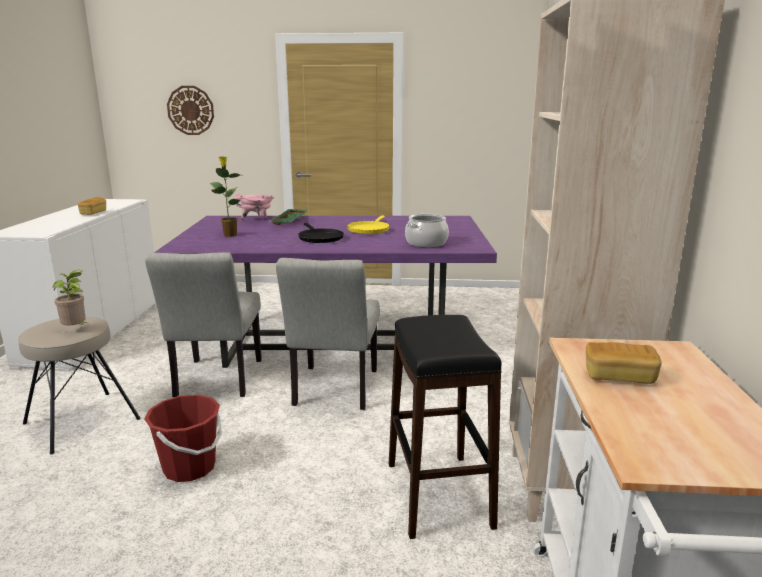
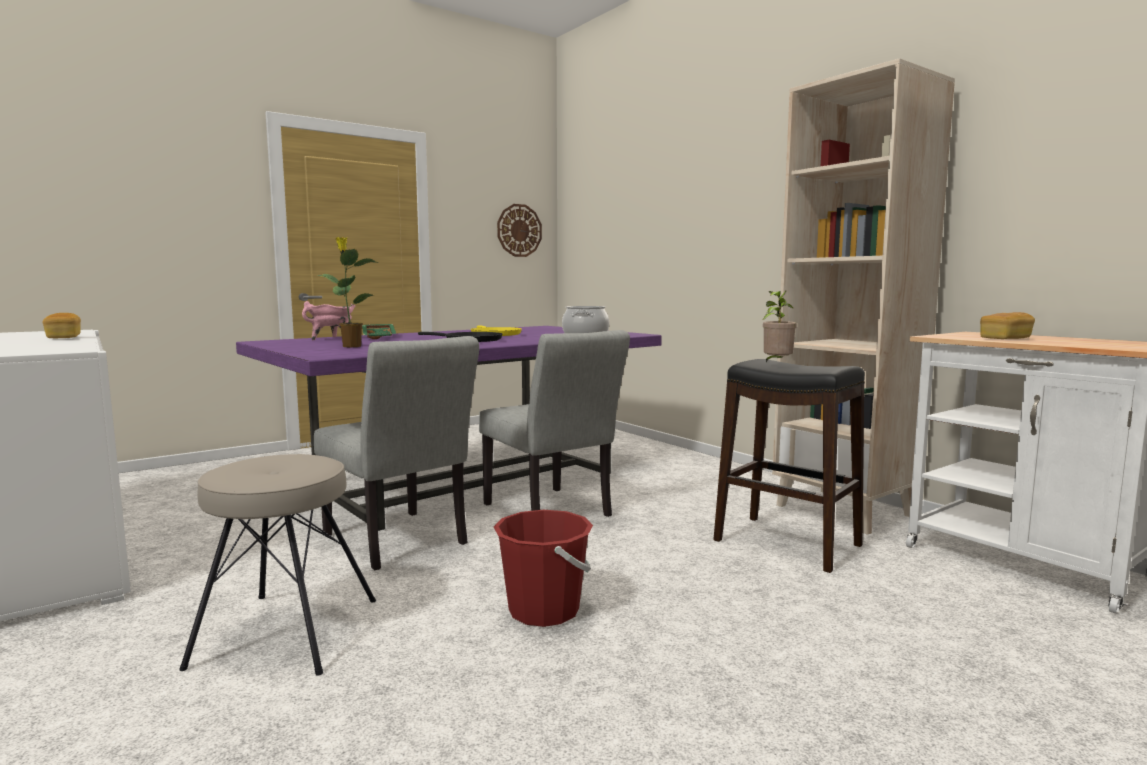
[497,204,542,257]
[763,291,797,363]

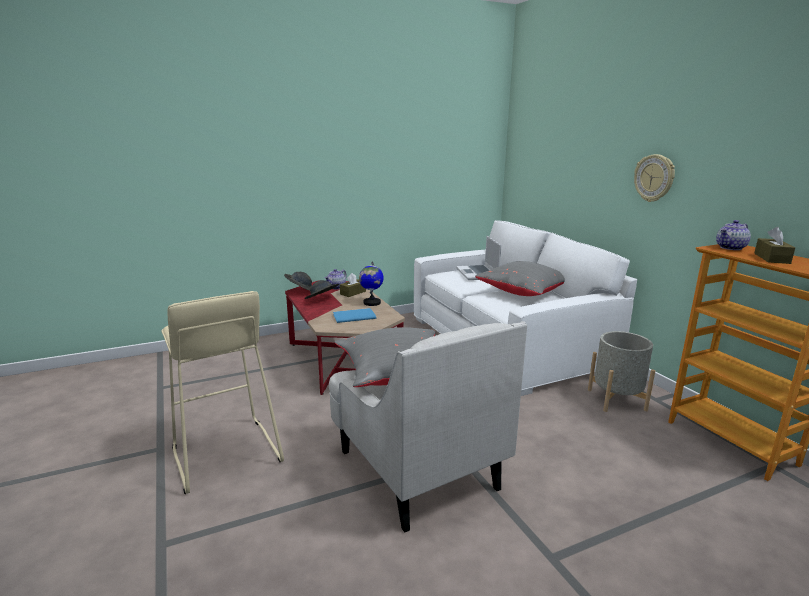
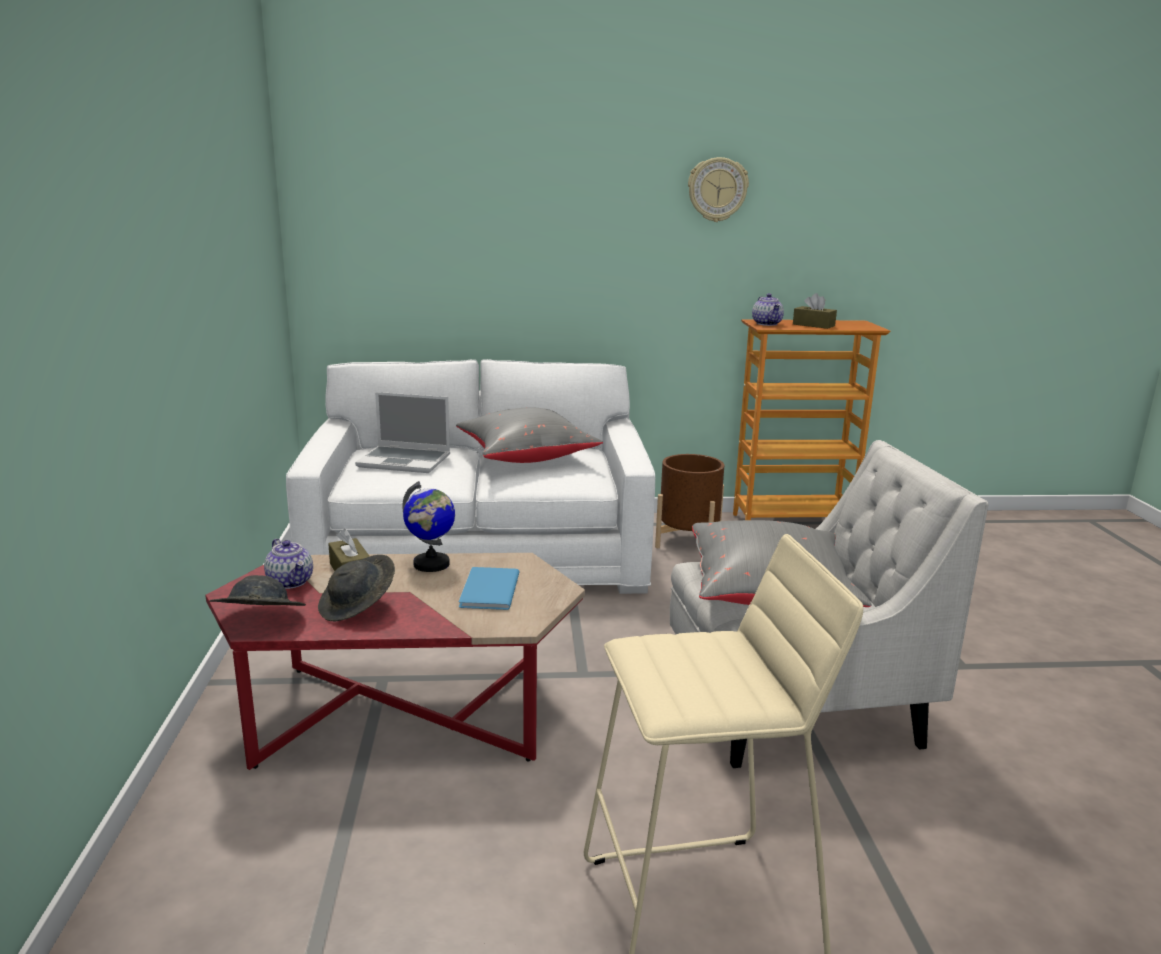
[655,454,724,548]
[688,157,749,222]

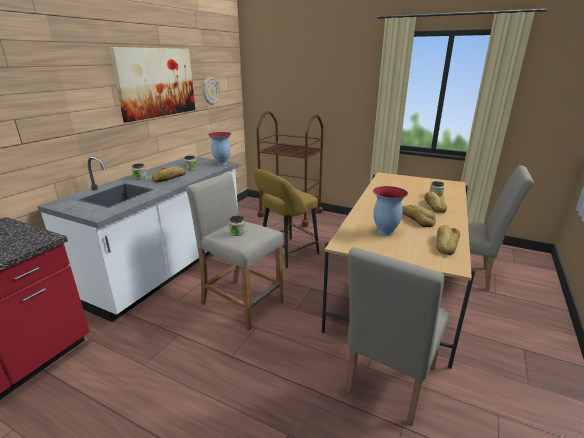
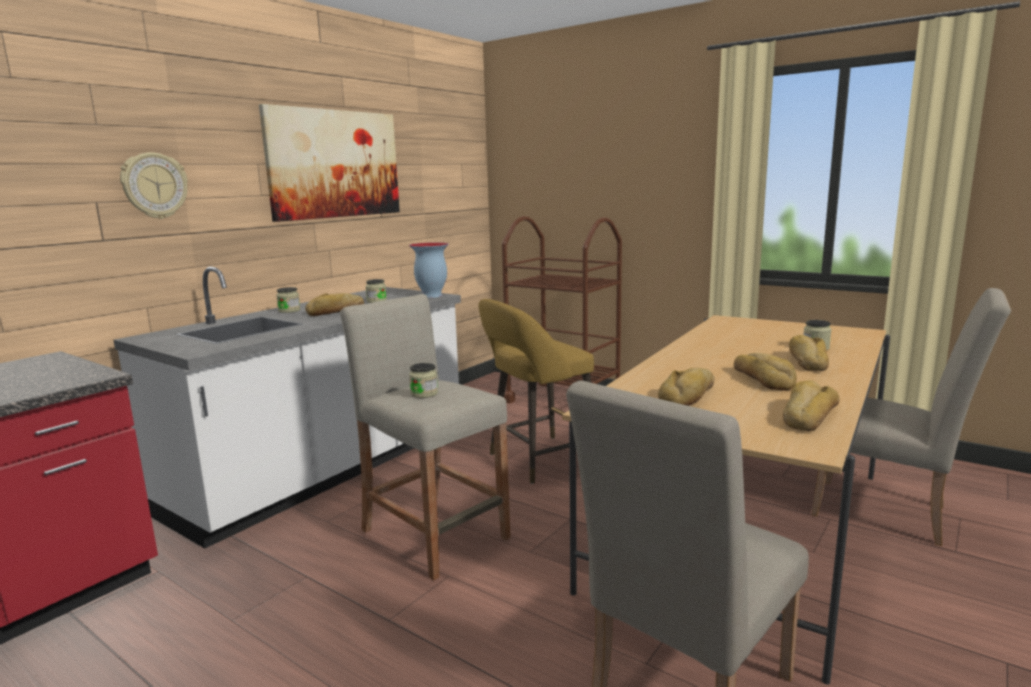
[120,152,188,219]
[658,368,715,406]

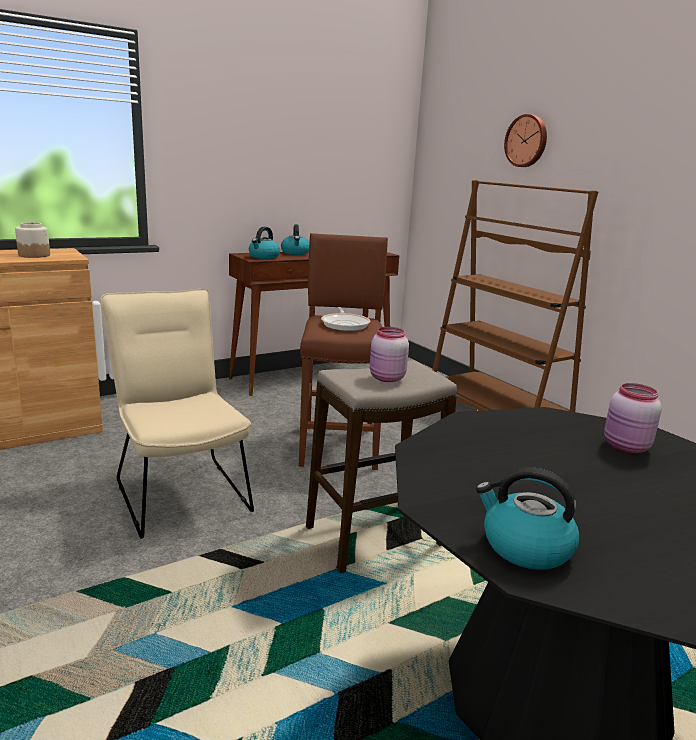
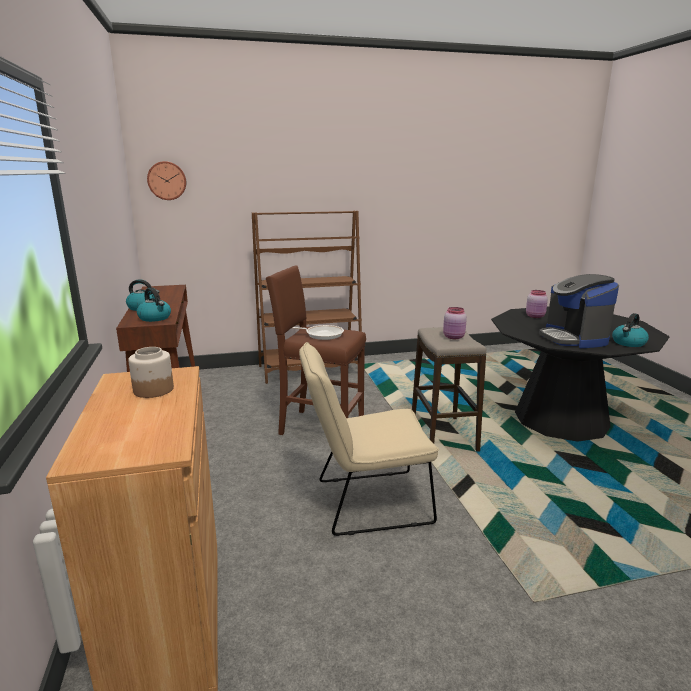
[147,161,186,200]
[539,274,619,348]

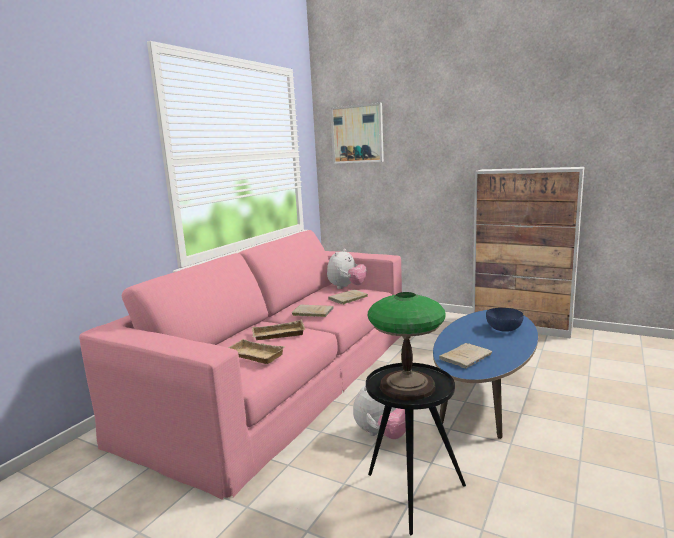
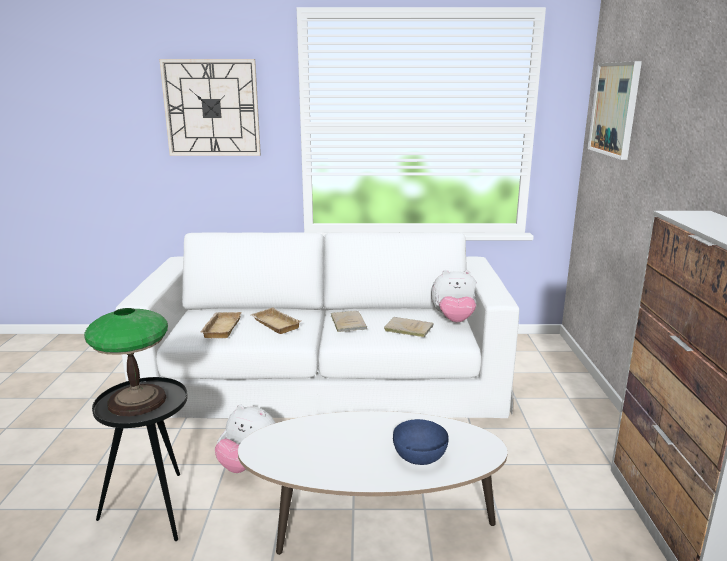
[116,232,519,418]
[159,59,261,156]
[238,411,507,555]
[439,343,492,369] (first image)

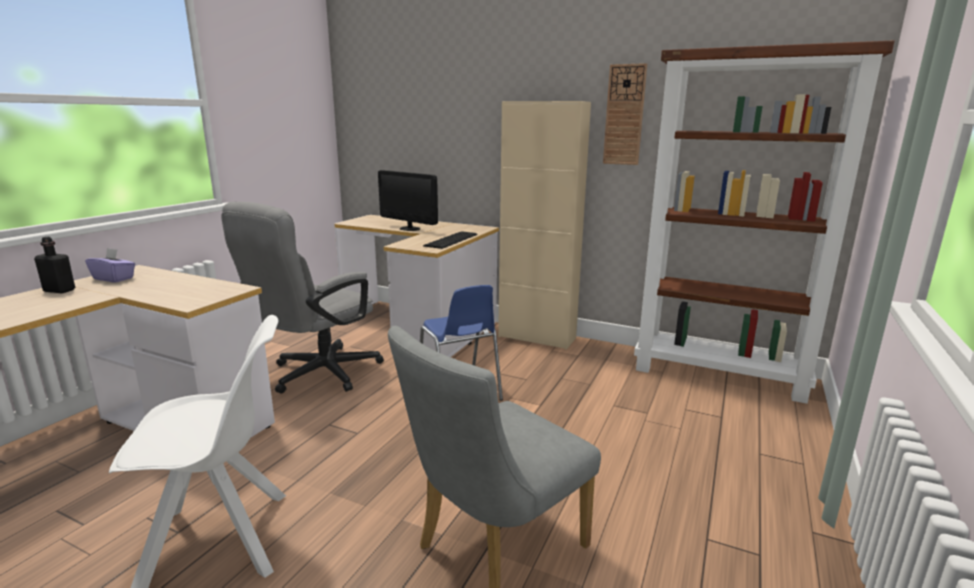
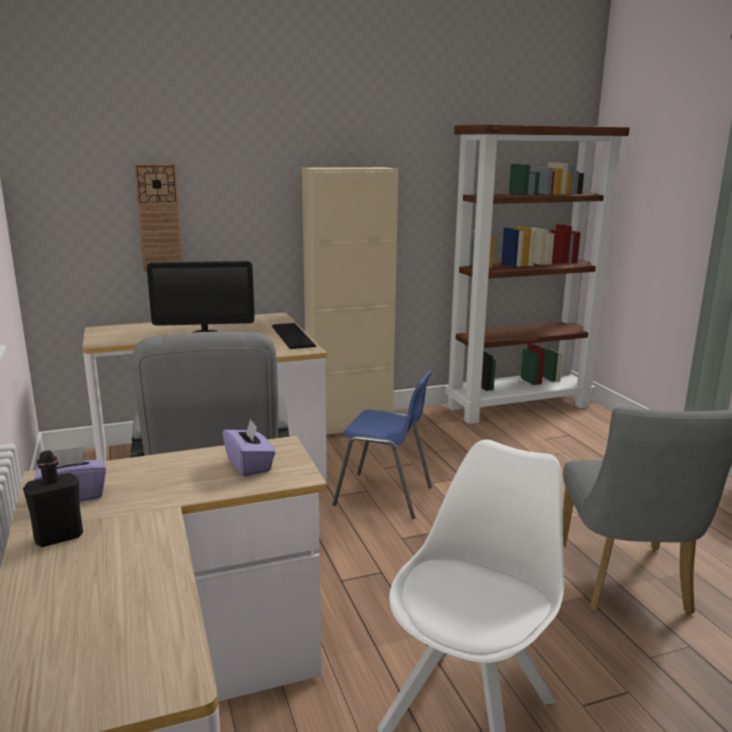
[134,163,183,272]
[222,418,276,477]

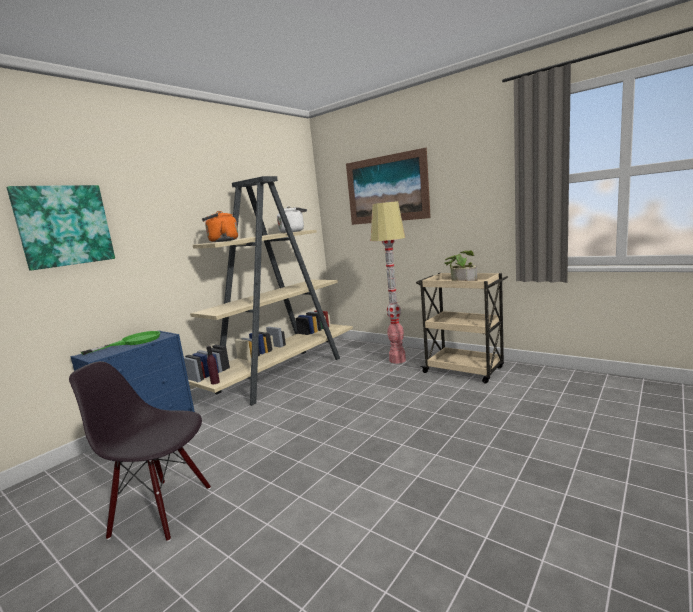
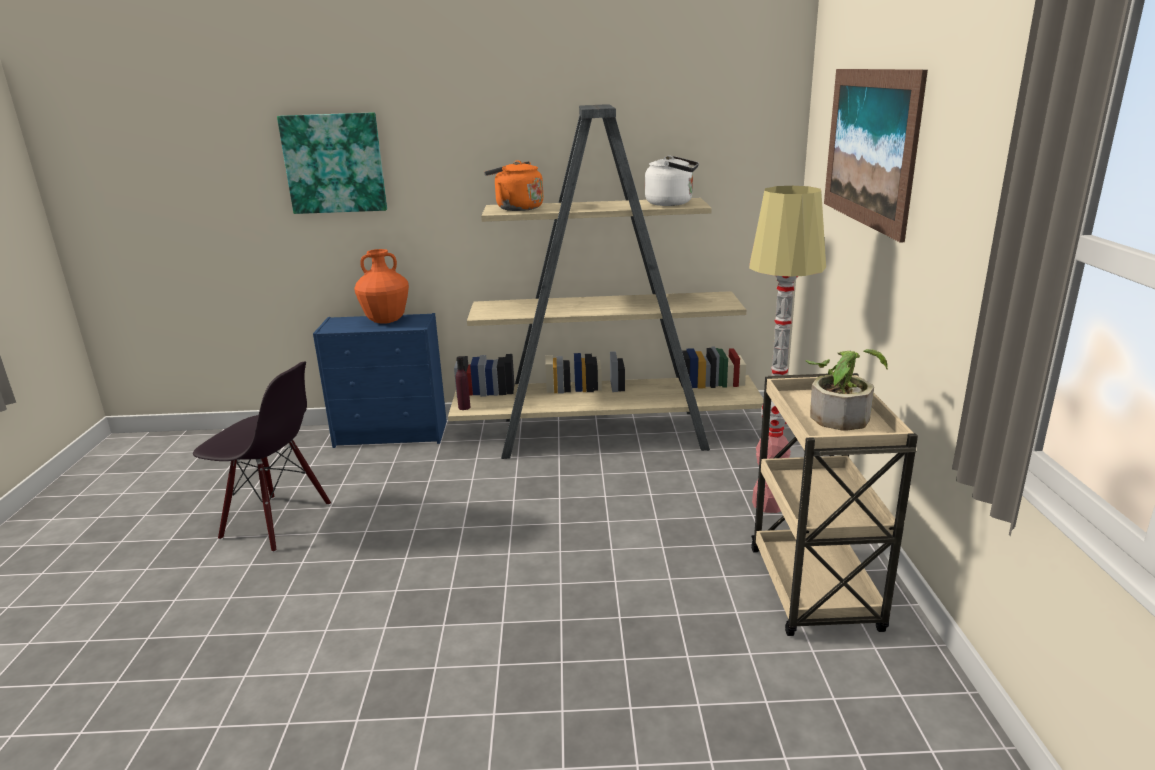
[193,361,331,552]
[354,249,409,324]

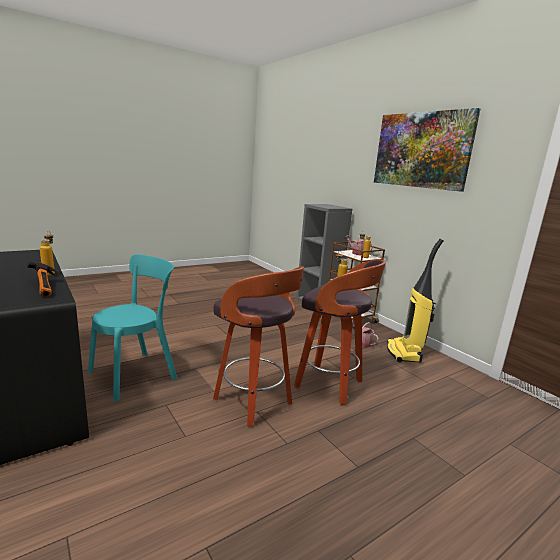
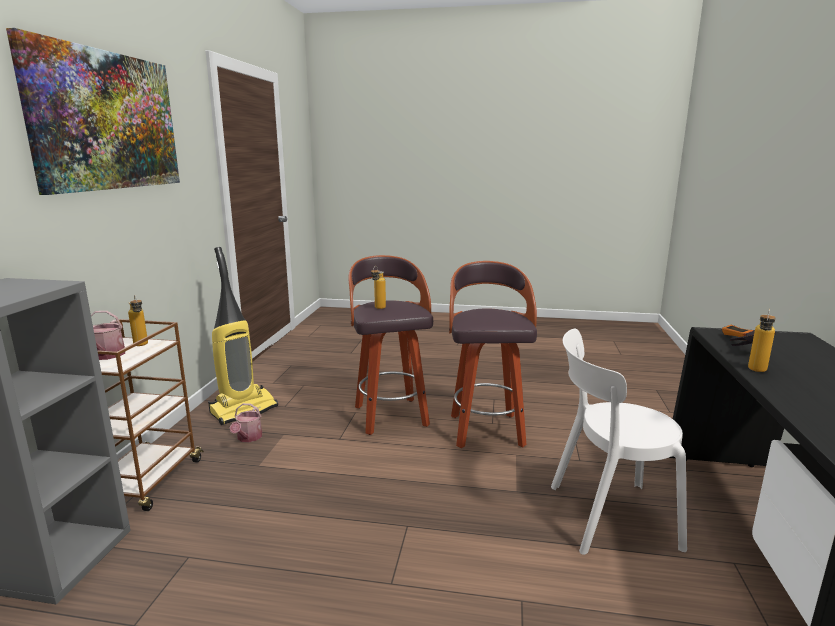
[551,329,687,555]

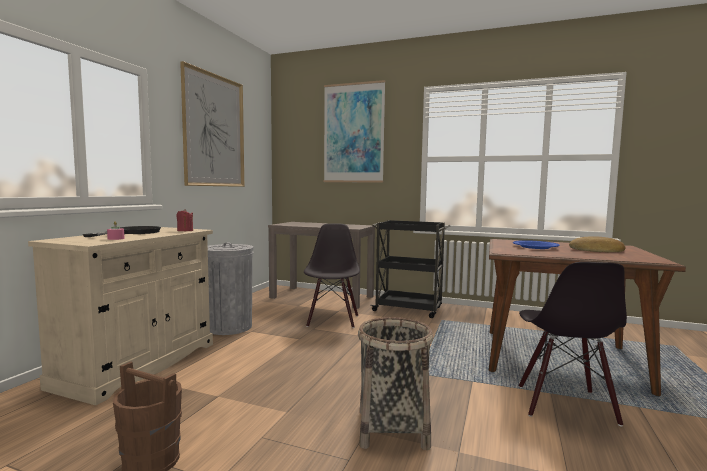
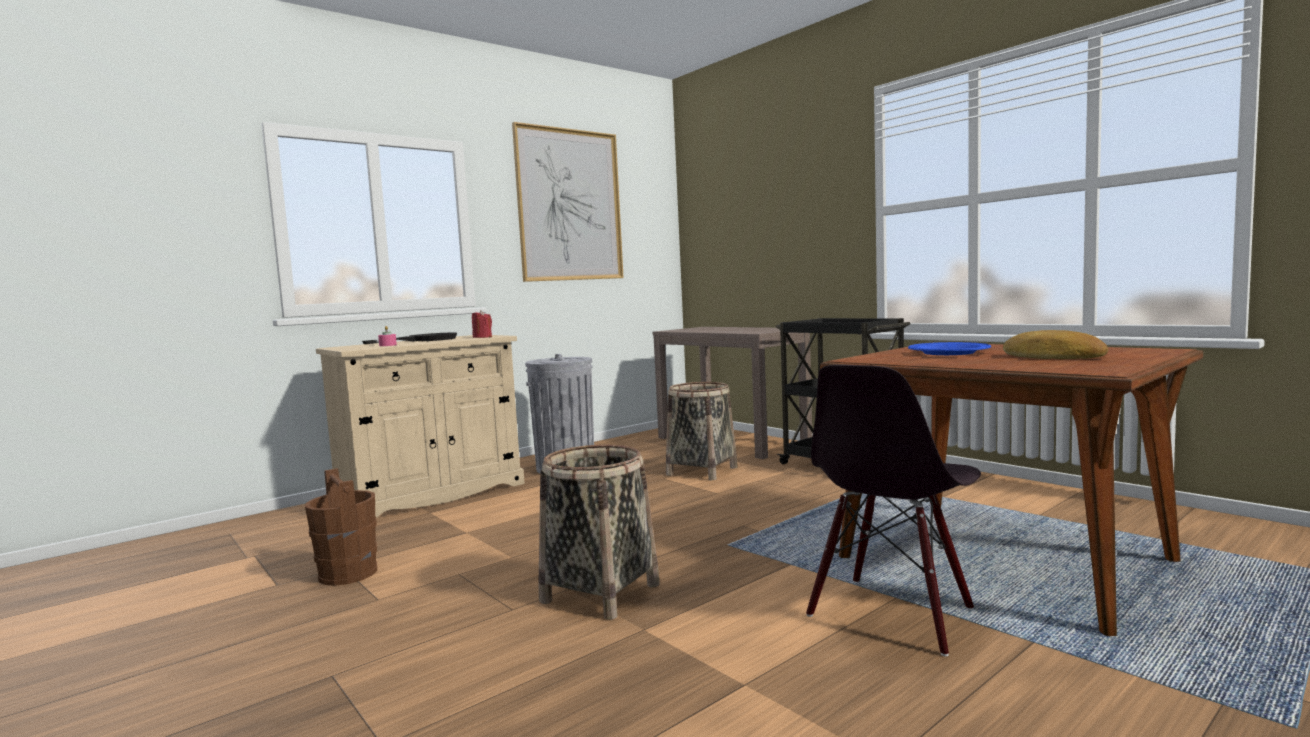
[666,382,738,480]
[324,80,386,183] (first image)

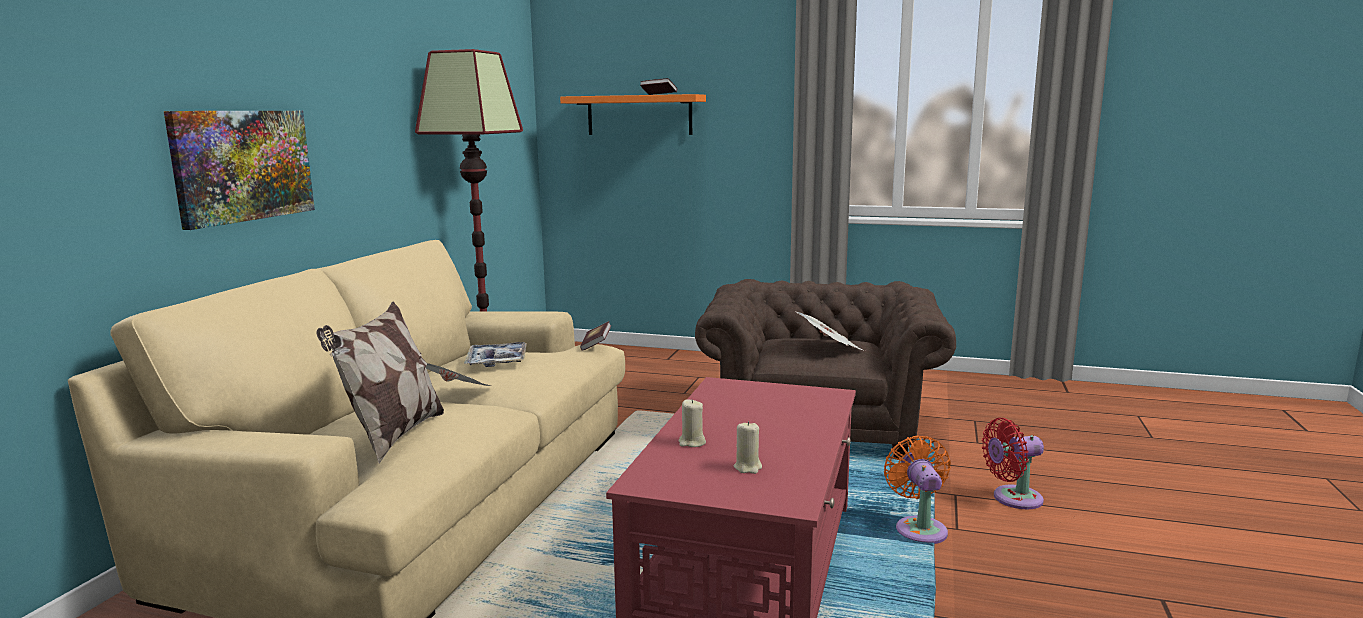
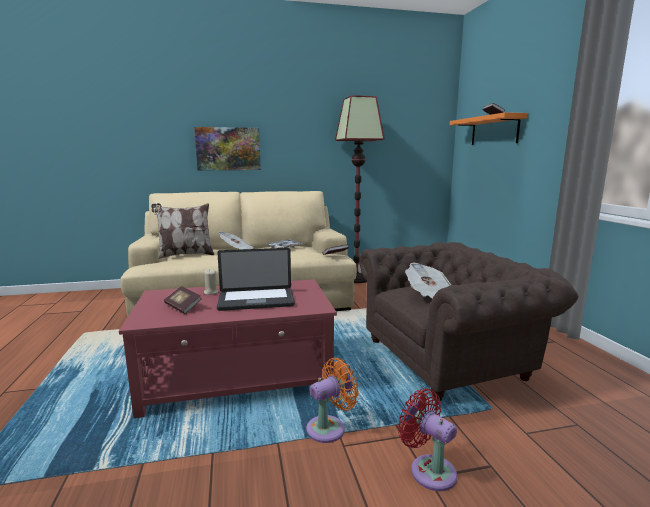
[164,286,202,314]
[217,248,295,311]

